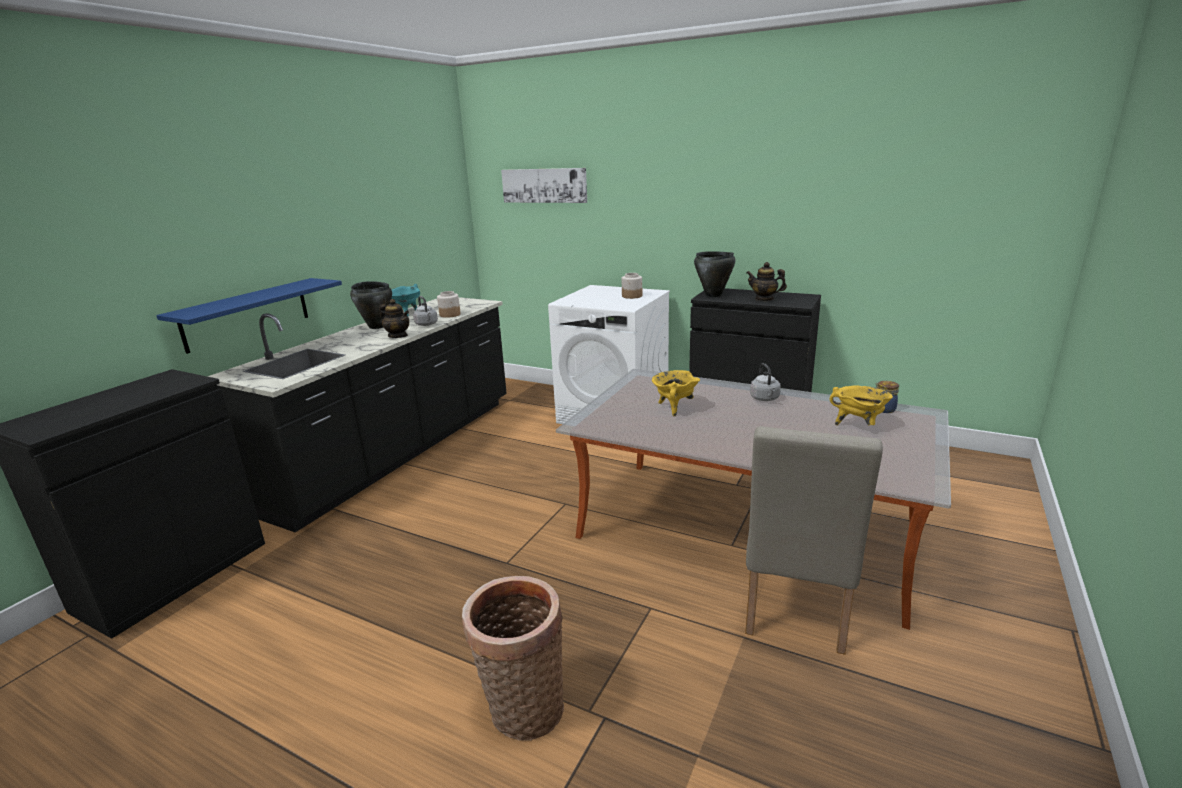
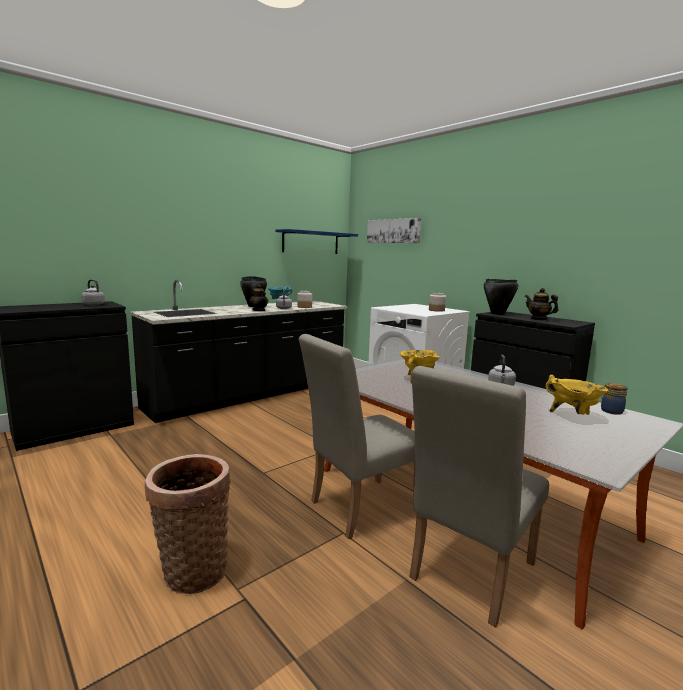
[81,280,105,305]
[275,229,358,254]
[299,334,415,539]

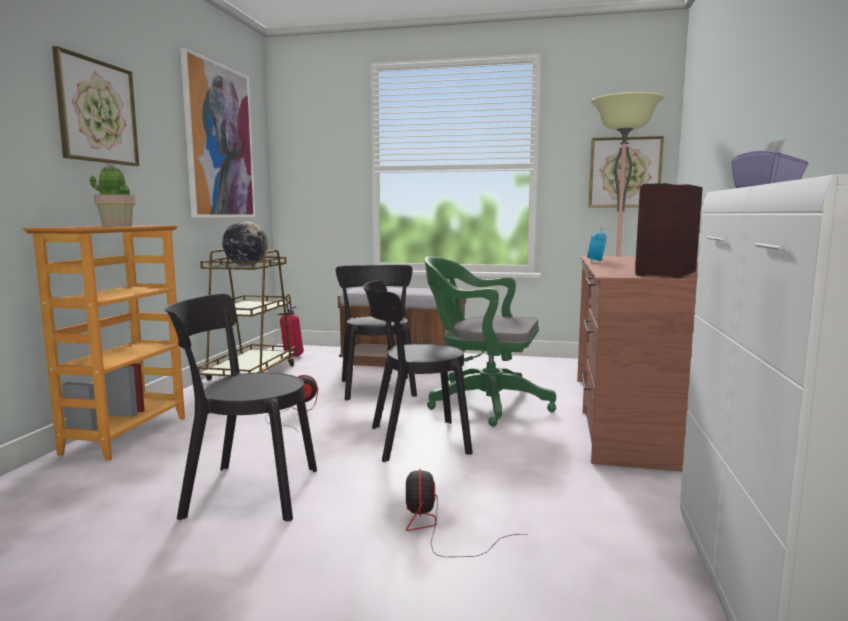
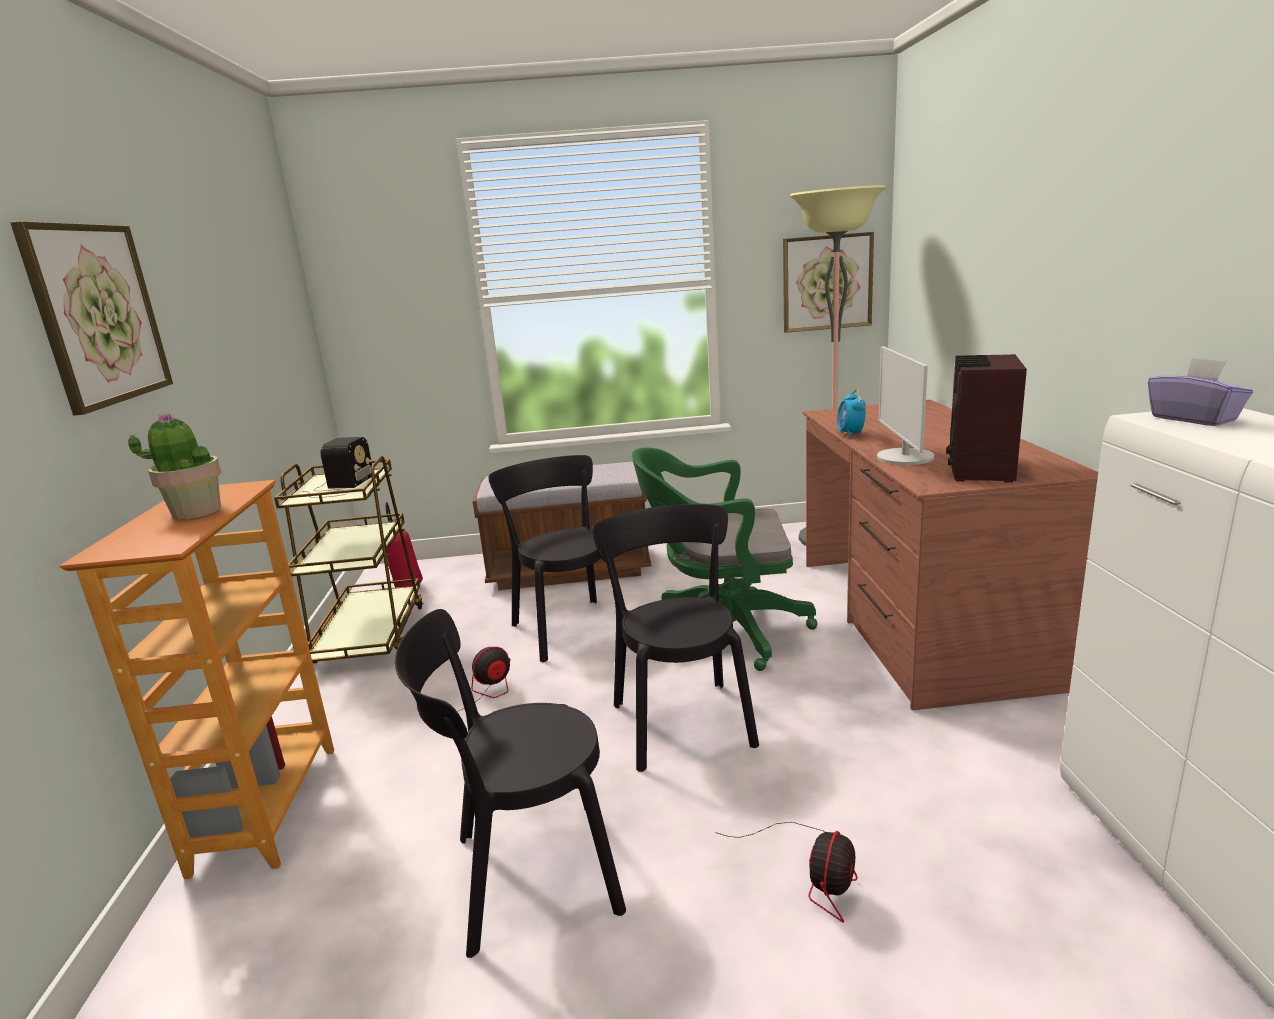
[302,437,372,498]
[592,504,759,772]
[715,822,857,923]
[877,346,934,465]
[180,48,255,218] (first image)

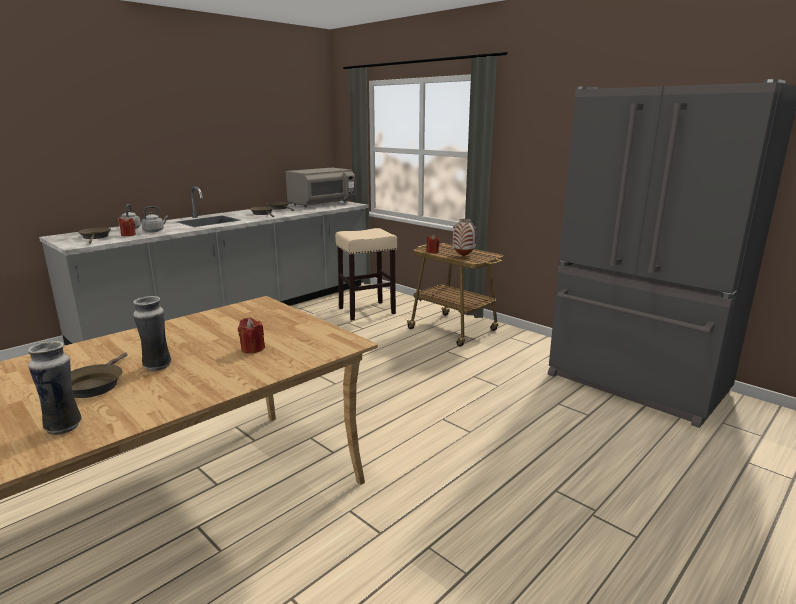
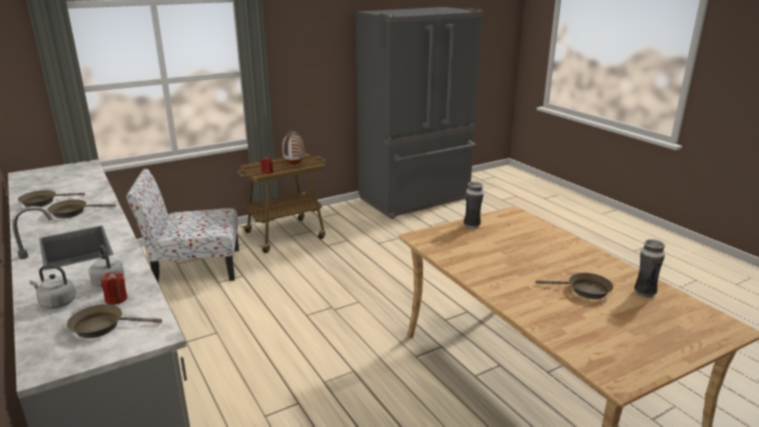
[126,169,239,282]
[464,182,484,229]
[238,318,265,354] (first image)
[286,168,355,208] (first image)

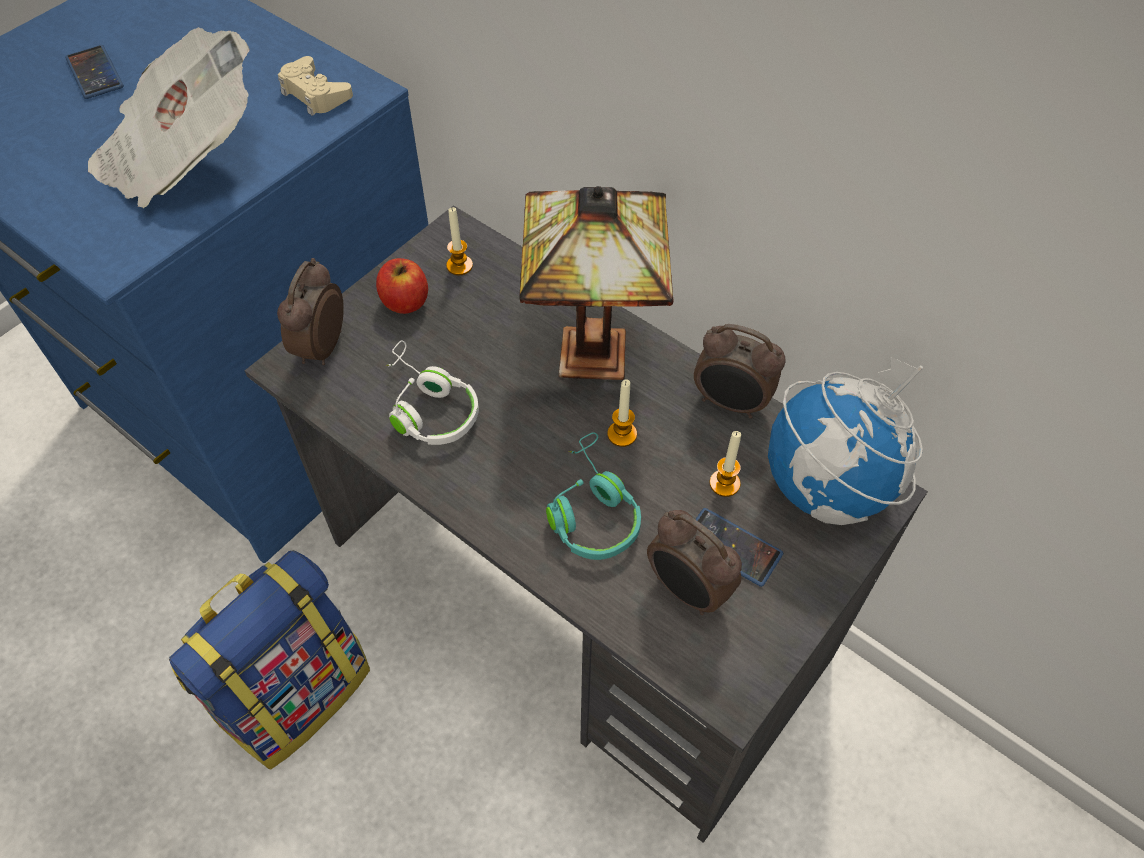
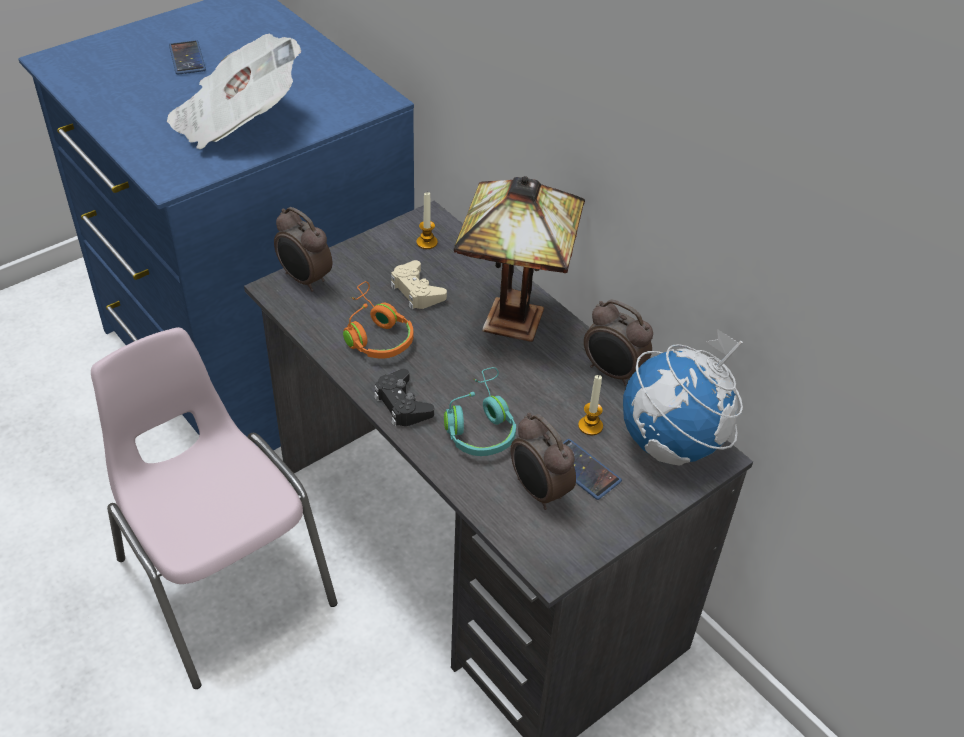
[91,327,337,689]
[274,207,332,292]
[343,281,413,359]
[374,369,434,426]
[391,260,447,310]
[376,258,428,314] (first image)
[607,379,637,447] (first image)

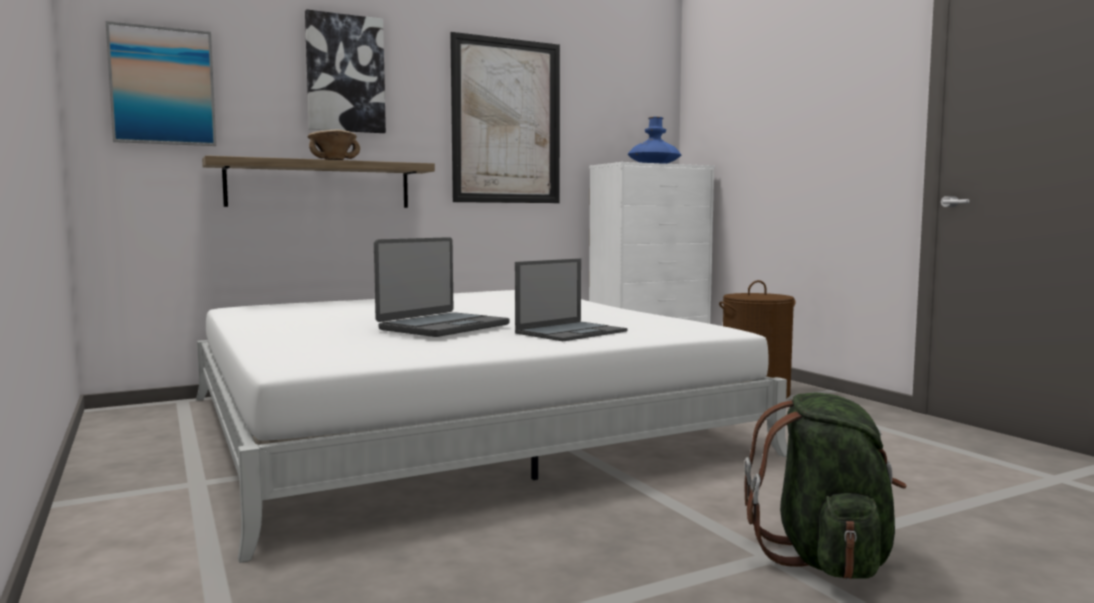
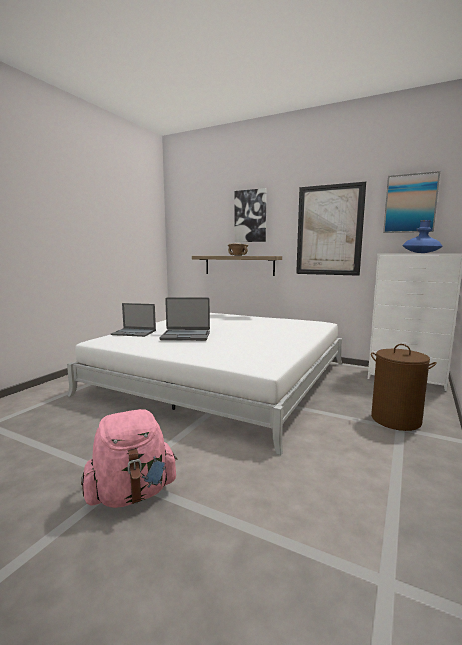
[81,409,178,508]
[111,303,156,337]
[383,171,440,233]

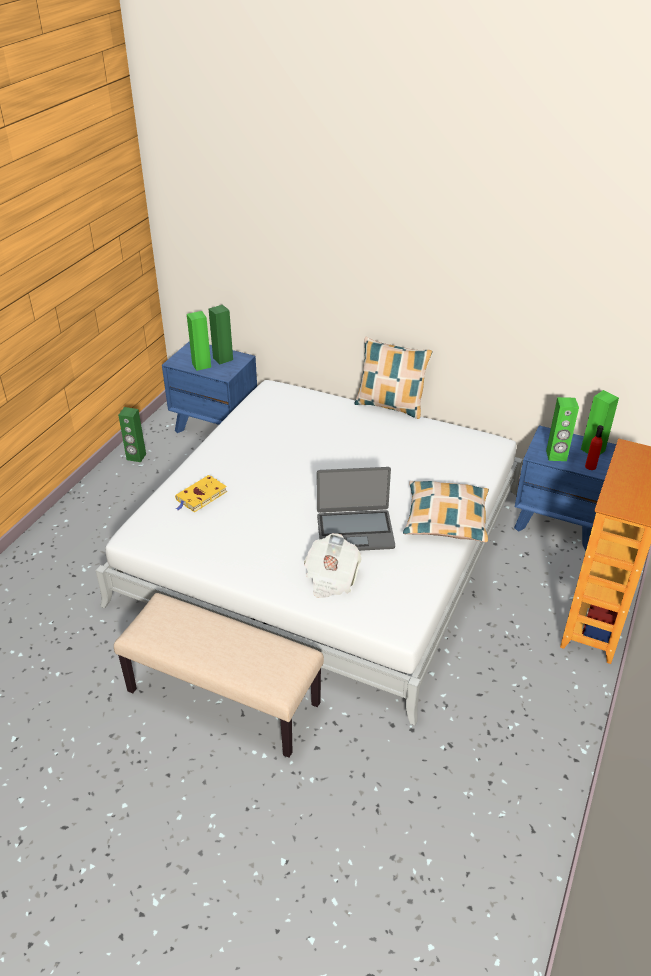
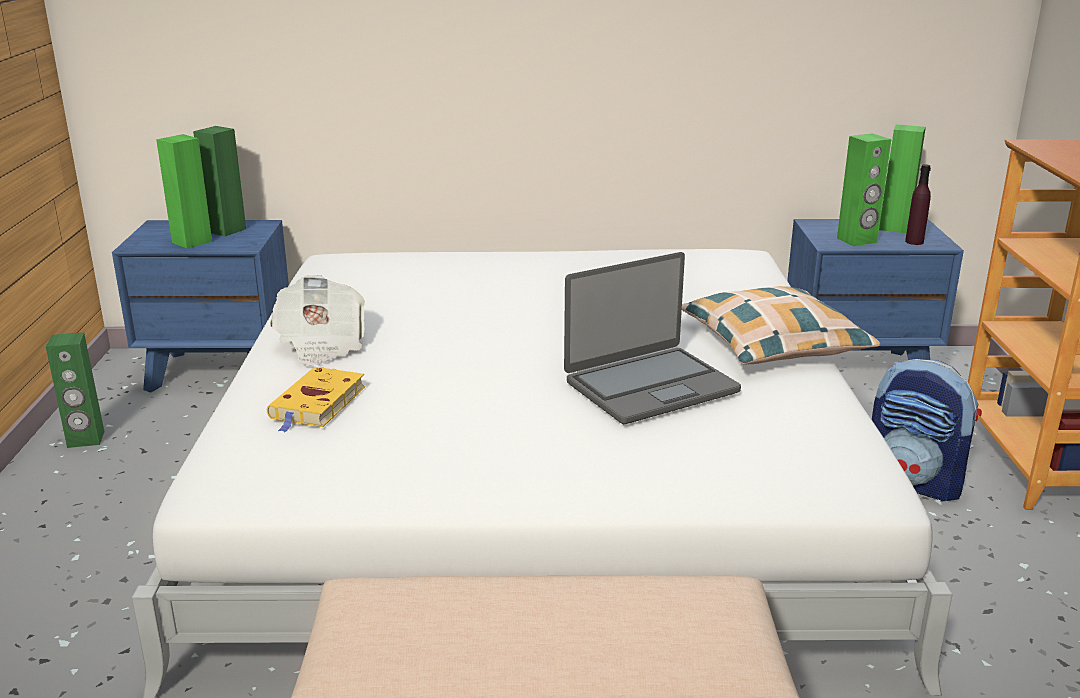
[270,275,365,366]
[872,359,982,502]
[905,164,931,245]
[354,337,432,419] (first image)

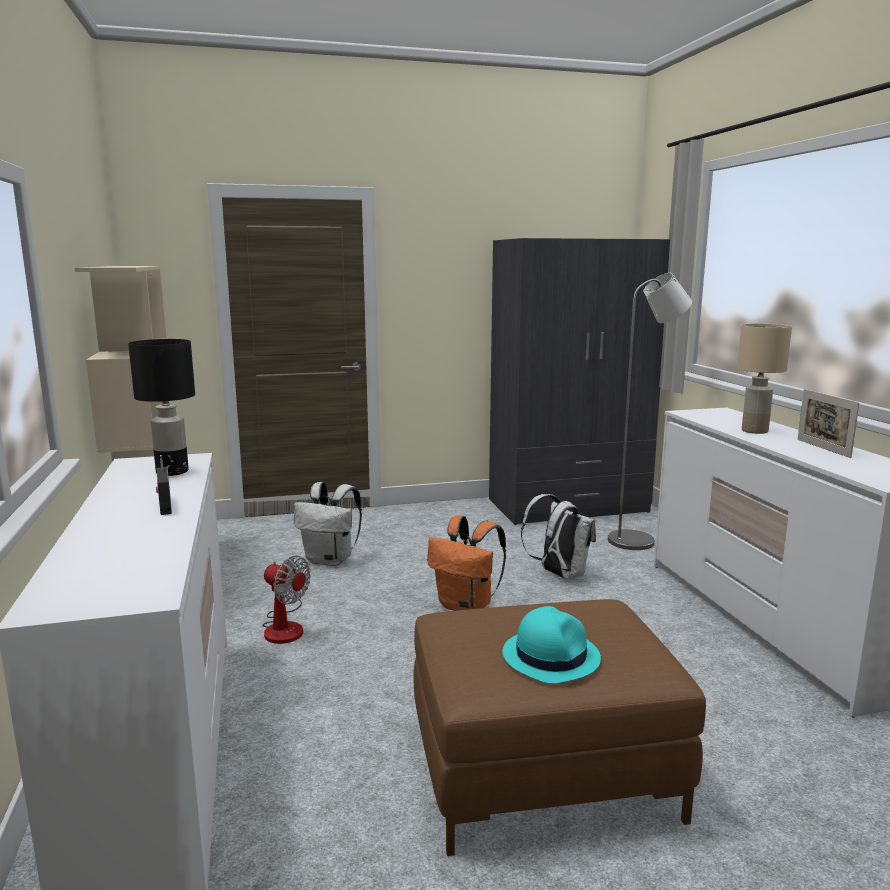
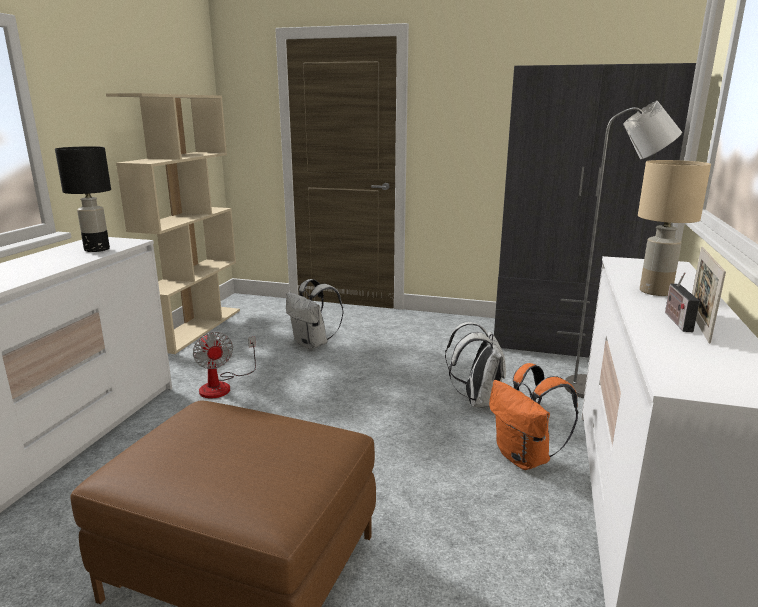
[489,363,578,470]
[665,272,700,332]
[503,606,601,684] (first image)

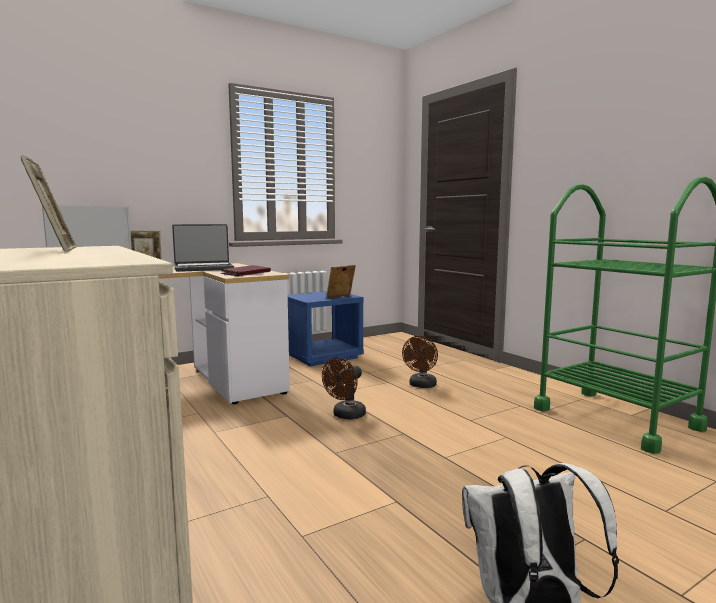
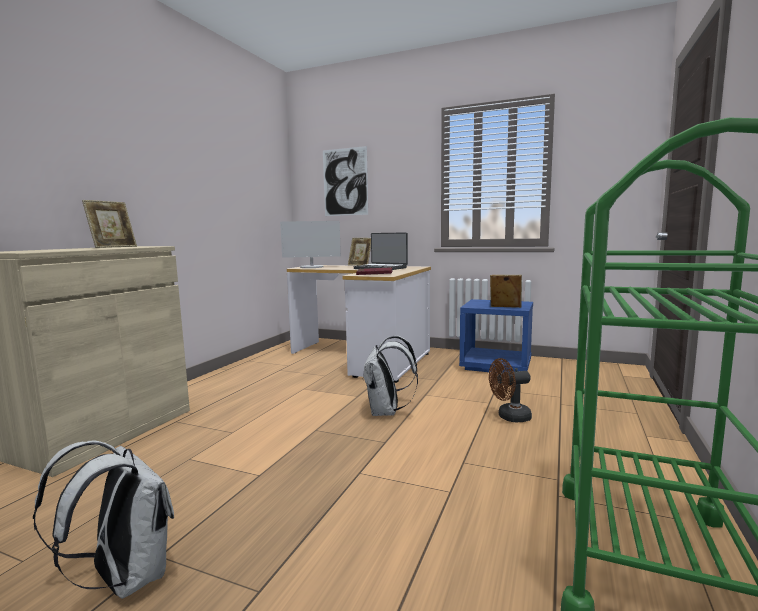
[323,146,368,216]
[362,335,418,416]

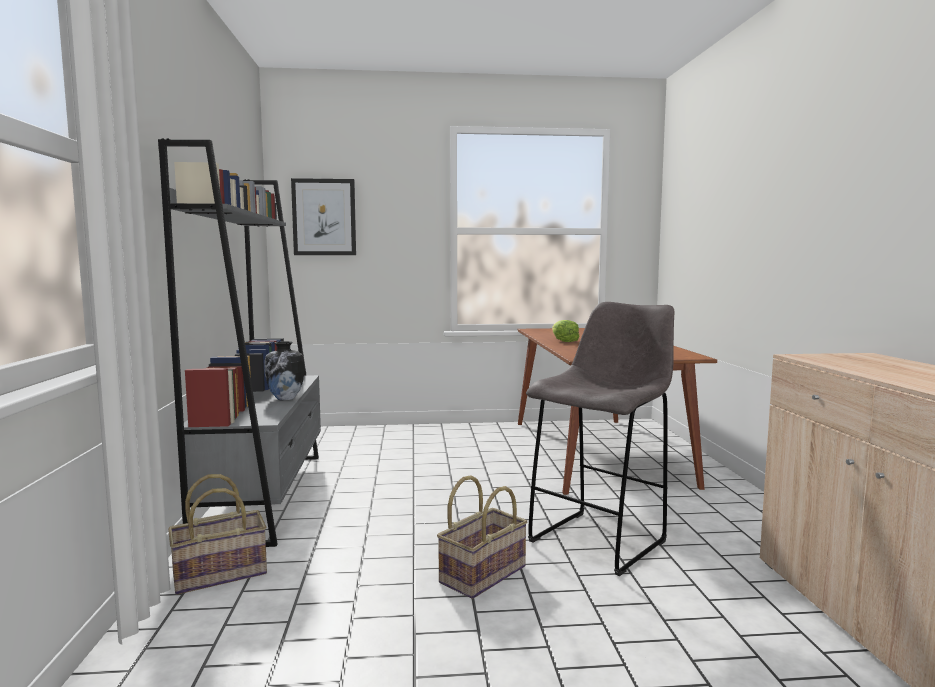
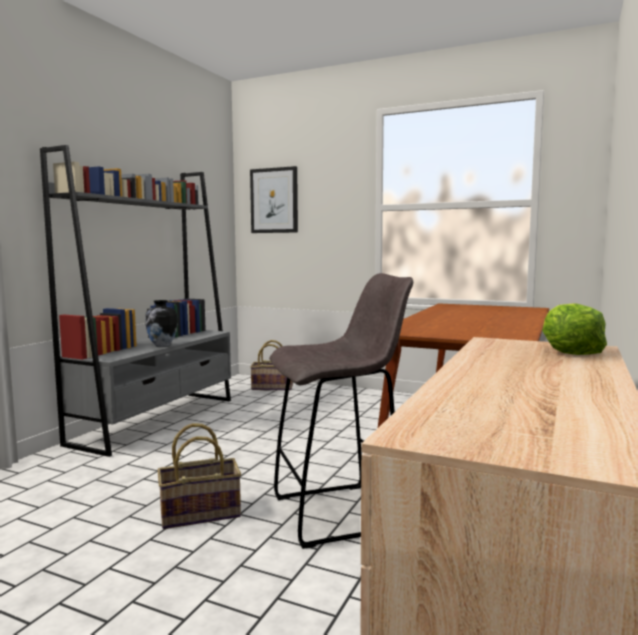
[250,340,293,390]
[542,303,607,355]

